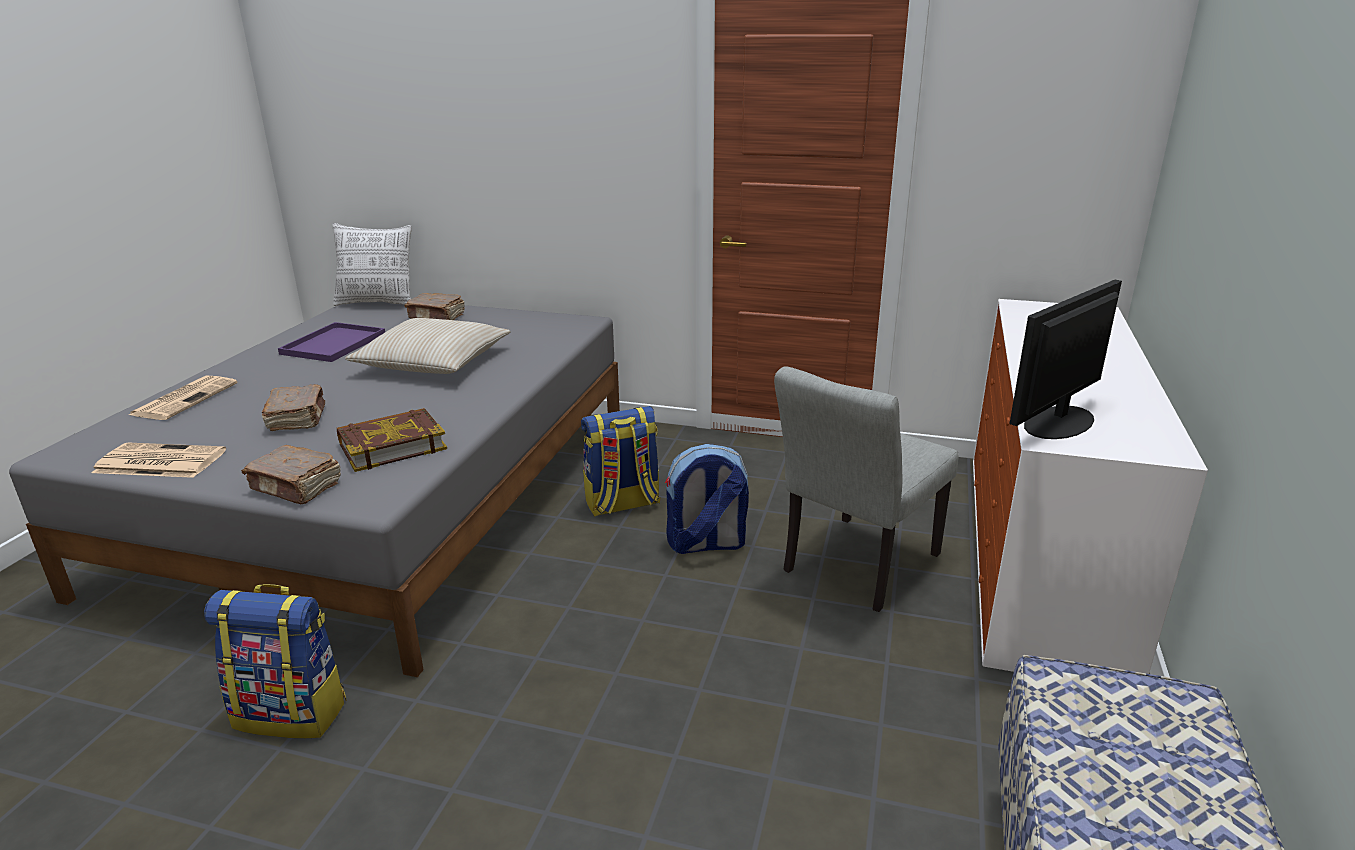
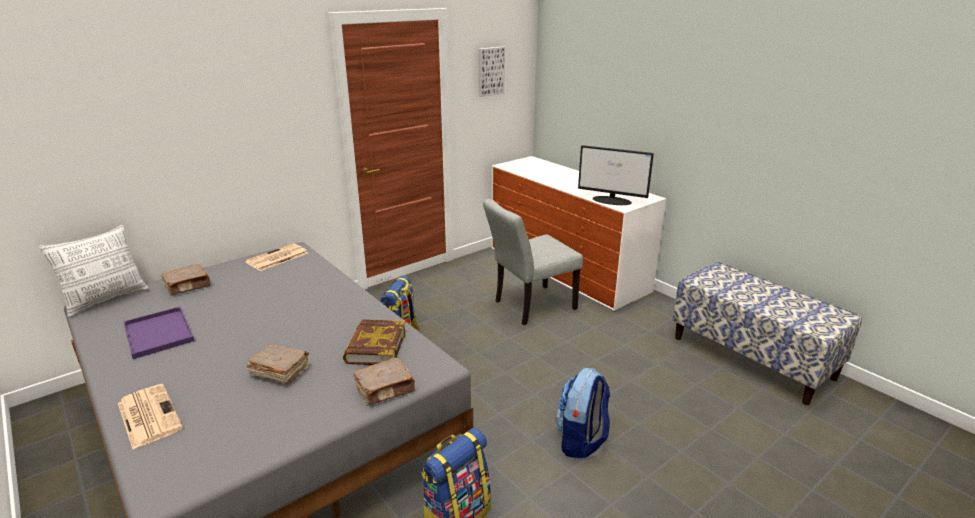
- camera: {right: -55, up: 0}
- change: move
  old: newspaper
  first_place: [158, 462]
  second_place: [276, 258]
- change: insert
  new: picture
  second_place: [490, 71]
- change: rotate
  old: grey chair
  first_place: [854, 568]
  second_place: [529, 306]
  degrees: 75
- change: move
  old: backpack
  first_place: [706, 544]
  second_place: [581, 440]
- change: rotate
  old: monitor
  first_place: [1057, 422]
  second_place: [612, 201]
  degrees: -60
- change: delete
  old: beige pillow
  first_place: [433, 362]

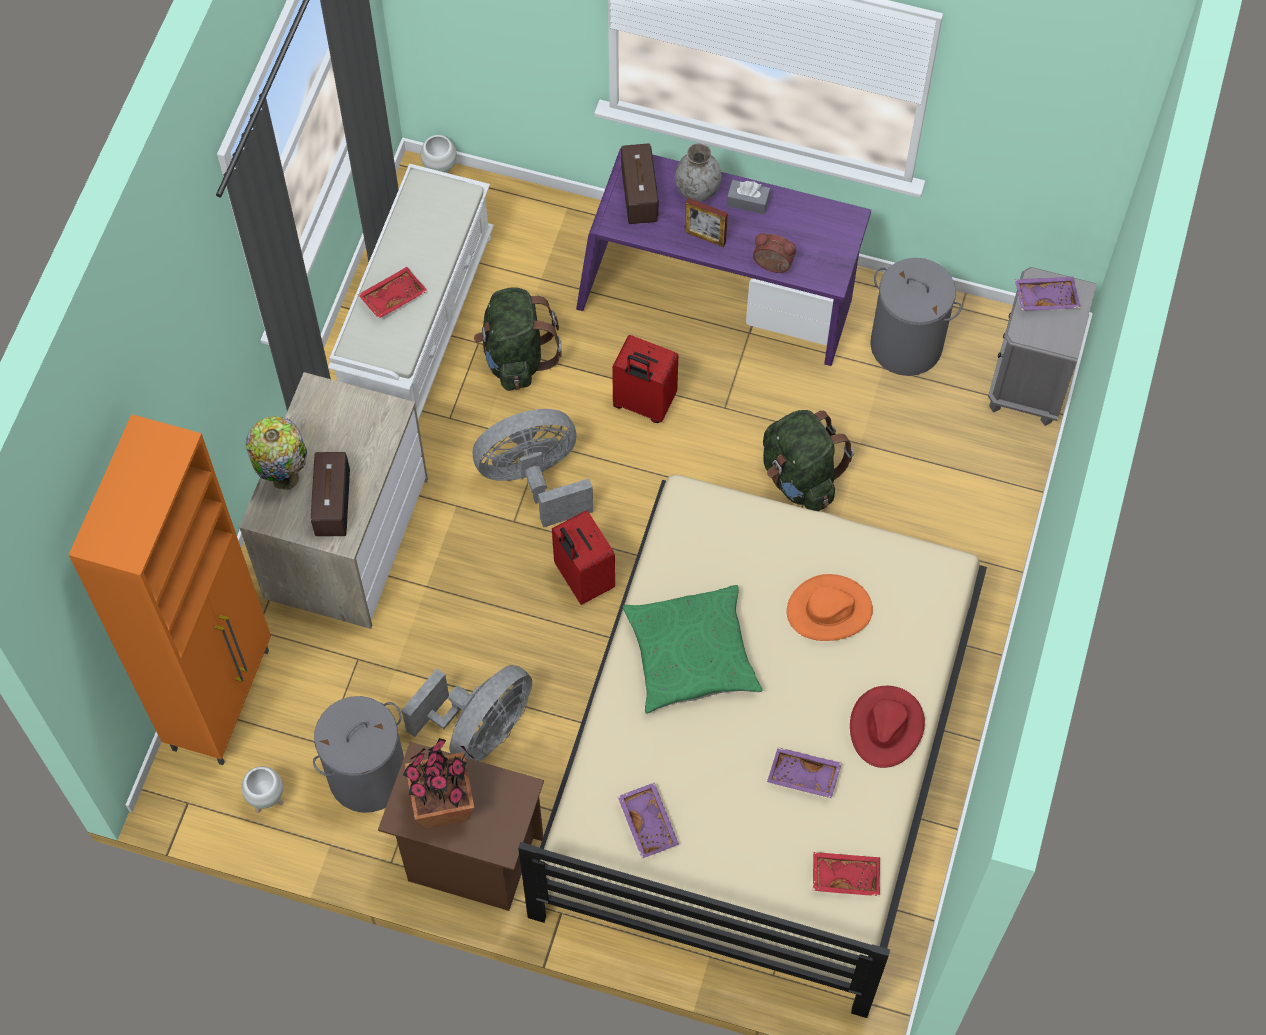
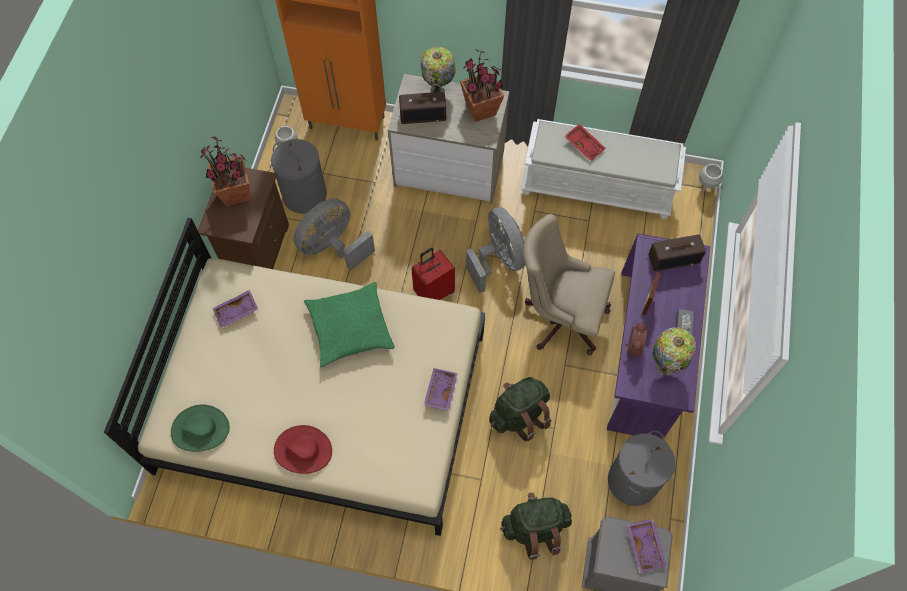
- camera: {right: 85, up: 0}
- change: replace
  old: red tray
  new: green hat
  first_place: [845, 875]
  second_place: [200, 429]
- change: rotate
  old: grey fan
  first_place: [479, 730]
  second_place: [333, 247]
  degrees: 105
- change: move
  old: purple tray
  first_place: [803, 777]
  second_place: [440, 391]
- change: insert
  new: potted plant
  second_place: [481, 110]
- change: move
  old: green backpack
  first_place: [516, 357]
  second_place: [535, 528]
- change: replace
  old: red suitcase
  new: beige office chair
  first_place: [643, 404]
  second_place: [560, 316]
- change: insert
  new: table lamp
  second_place: [666, 365]
- change: delete
  old: grey vase
  first_place: [697, 189]
- change: delete
  old: orange hat
  first_place: [829, 610]

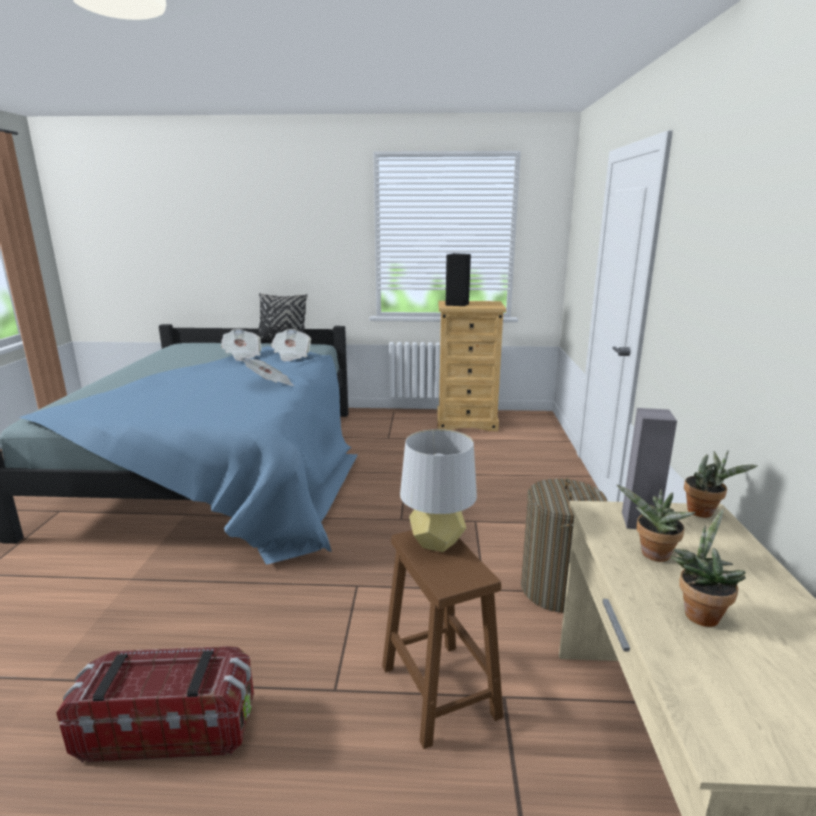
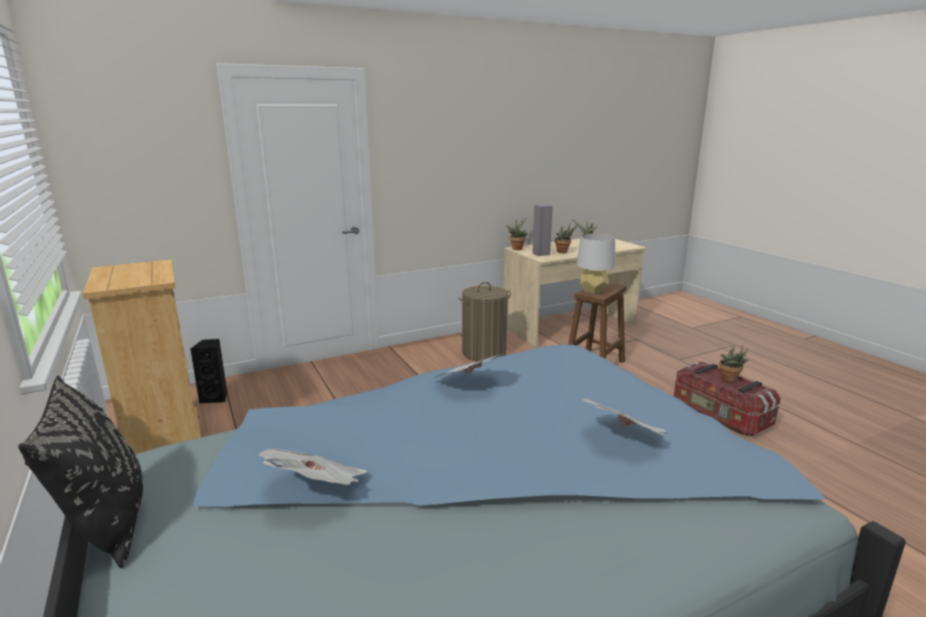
- camera: {right: -120, up: 0}
- change: move
  old: black speaker
  first_place: [457, 304]
  second_place: [215, 397]
- change: move
  old: newspaper
  first_place: [291, 356]
  second_place: [626, 438]
- change: insert
  new: potted plant
  second_place: [730, 380]

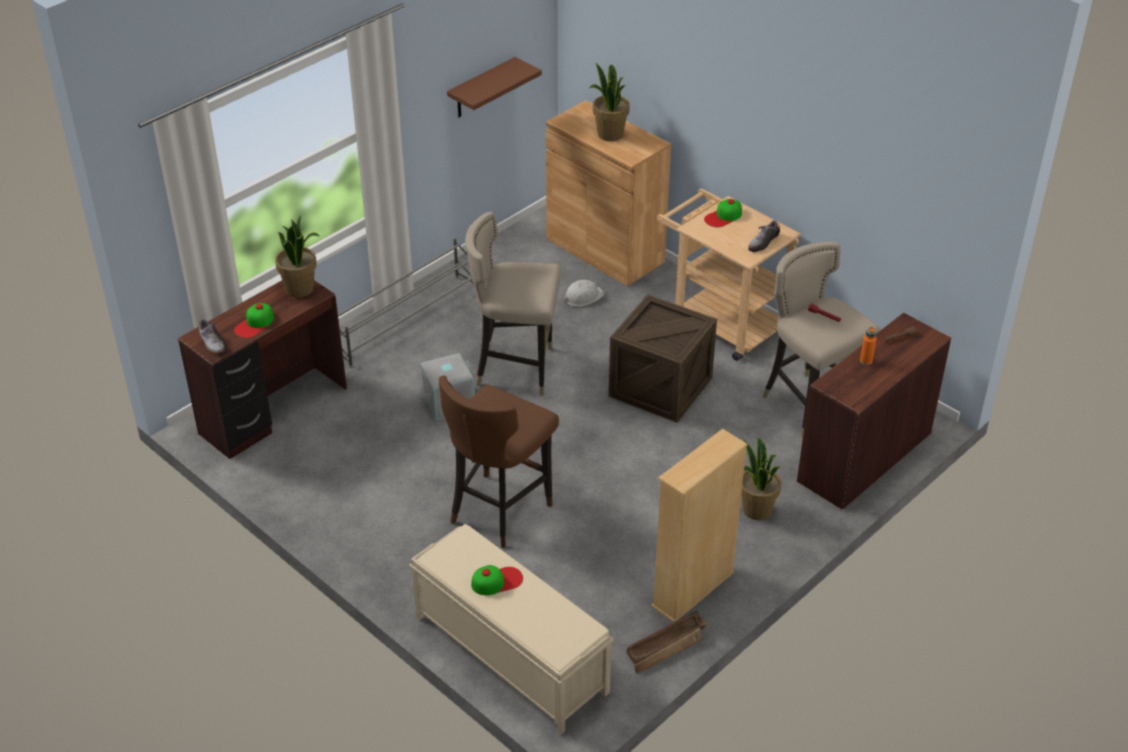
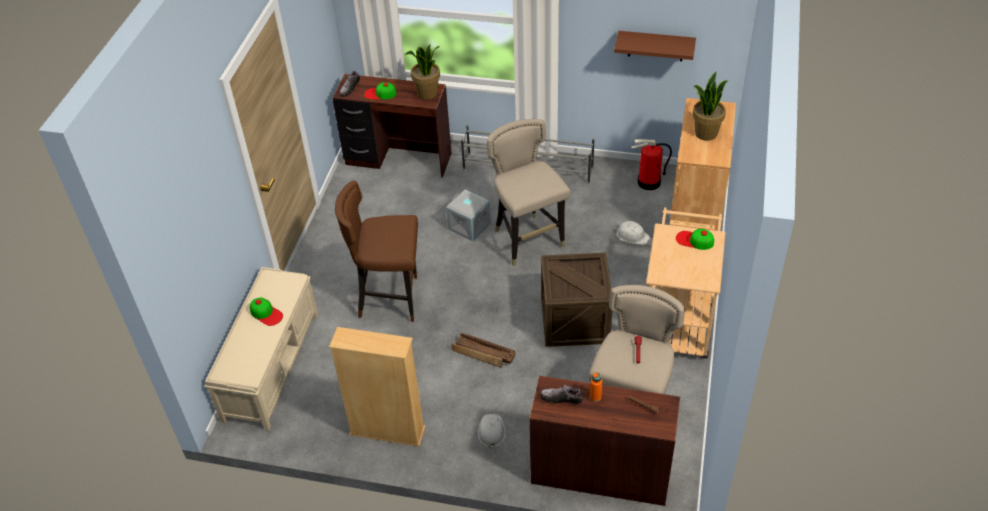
- camera: {right: 60, up: 5}
- change: move
  old: crate
  first_place: [667, 646]
  second_place: [484, 354]
- change: replace
  old: potted plant
  new: white hard hat
  first_place: [756, 509]
  second_place: [491, 431]
- change: move
  old: shoe
  first_place: [763, 242]
  second_place: [561, 398]
- change: insert
  new: fire extinguisher
  second_place: [648, 182]

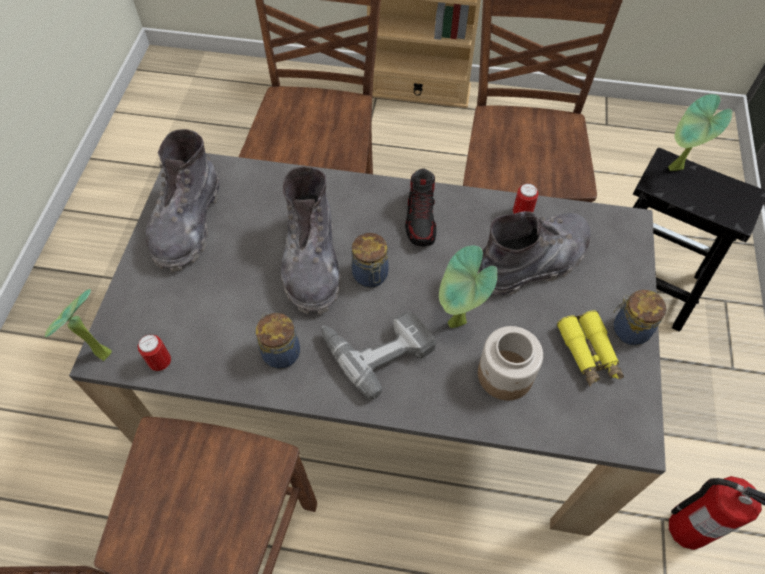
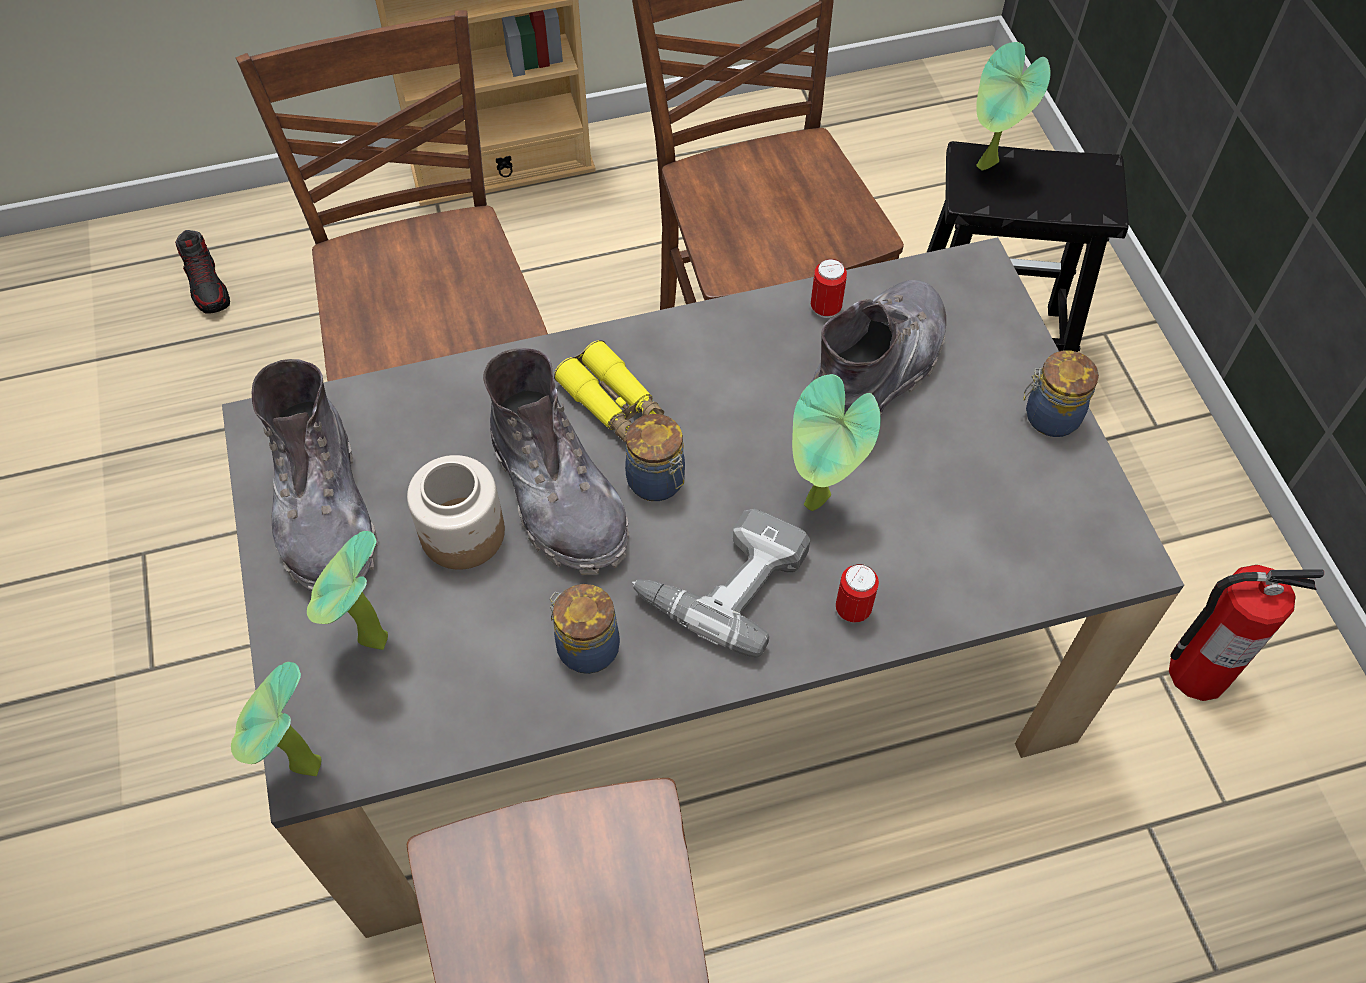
- camera: {right: -25, up: 0}
- change: move
  old: shoe
  first_place: [421, 219]
  second_place: [208, 286]
- change: insert
  new: potted plant
  second_place: [368, 645]
- change: move
  old: jar
  first_place: [505, 375]
  second_place: [462, 534]
- change: move
  old: yellow binoculars
  first_place: [588, 353]
  second_place: [611, 401]
- change: move
  old: can
  first_place: [160, 362]
  second_place: [853, 609]

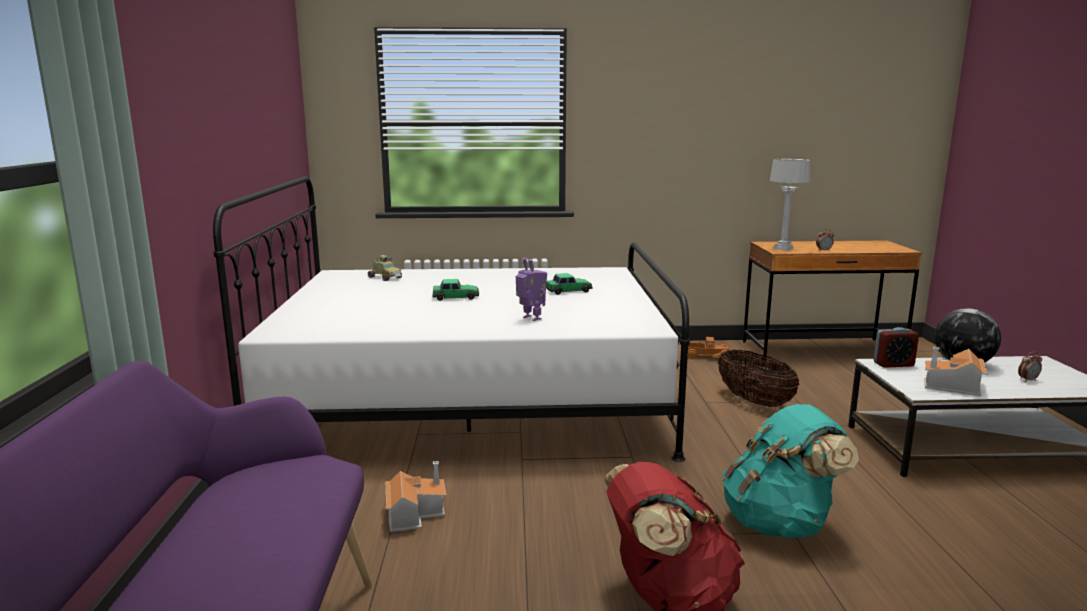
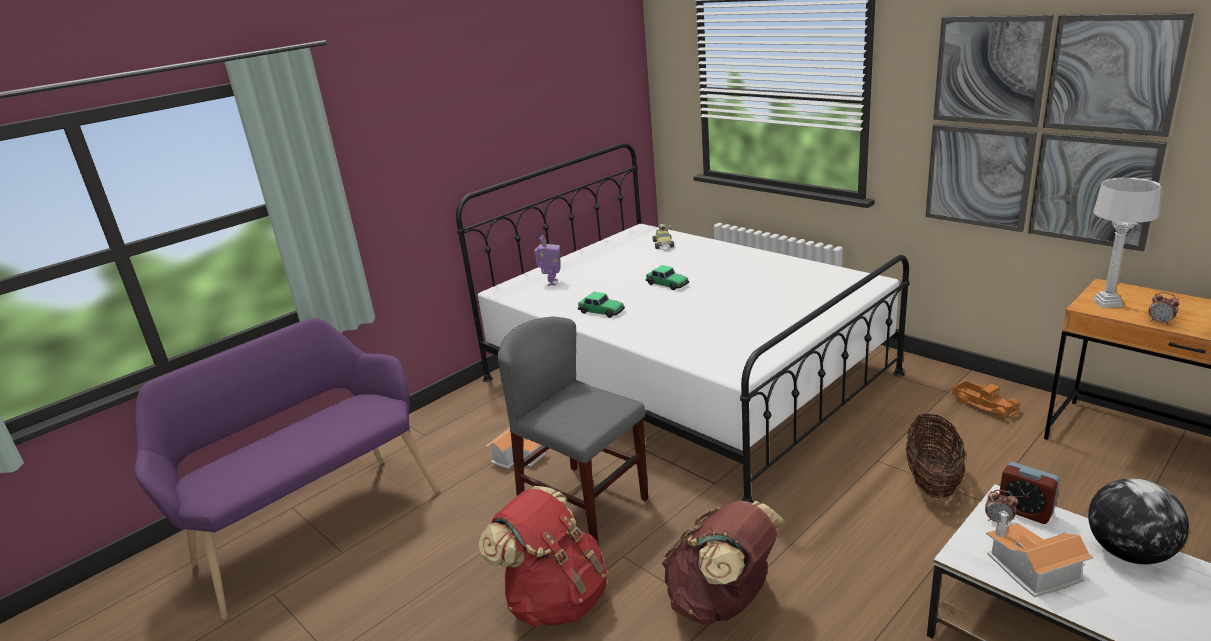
- camera: {right: 50, up: 10}
- change: insert
  new: grey chair
  second_place: [583, 504]
- change: move
  old: toy robot
  first_place: [531, 318]
  second_place: [551, 282]
- change: move
  old: toy car
  first_place: [569, 291]
  second_place: [601, 311]
- change: recolor
  old: turquoise backpack
  new: brown backpack
  first_place: [780, 523]
  second_place: [722, 602]
- change: insert
  new: picture
  second_place: [1041, 129]
- change: move
  old: alarm clock
  first_place: [1027, 380]
  second_place: [998, 521]

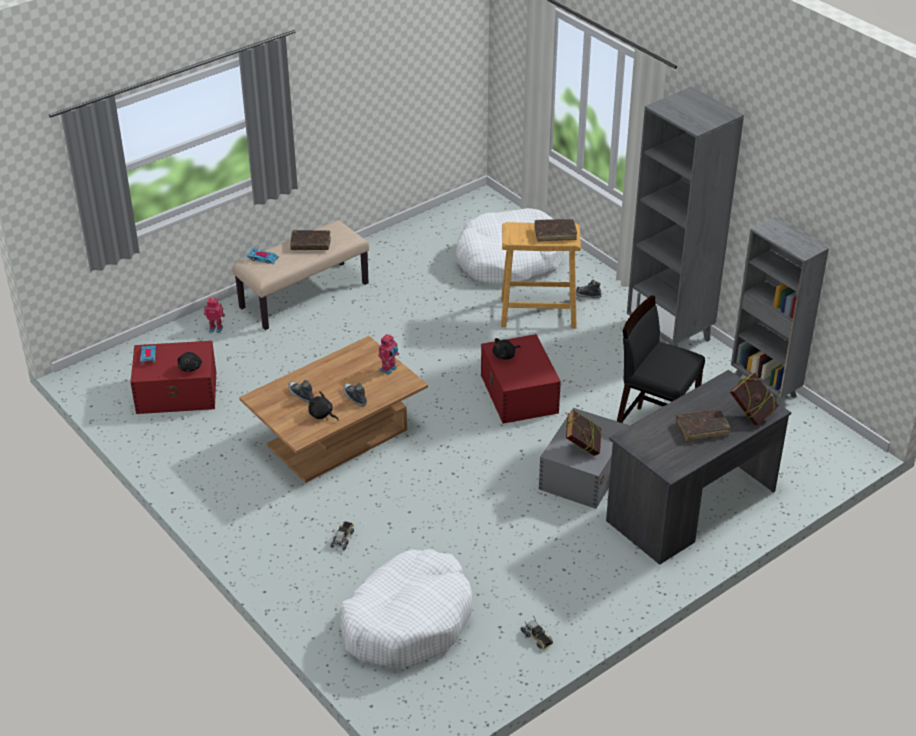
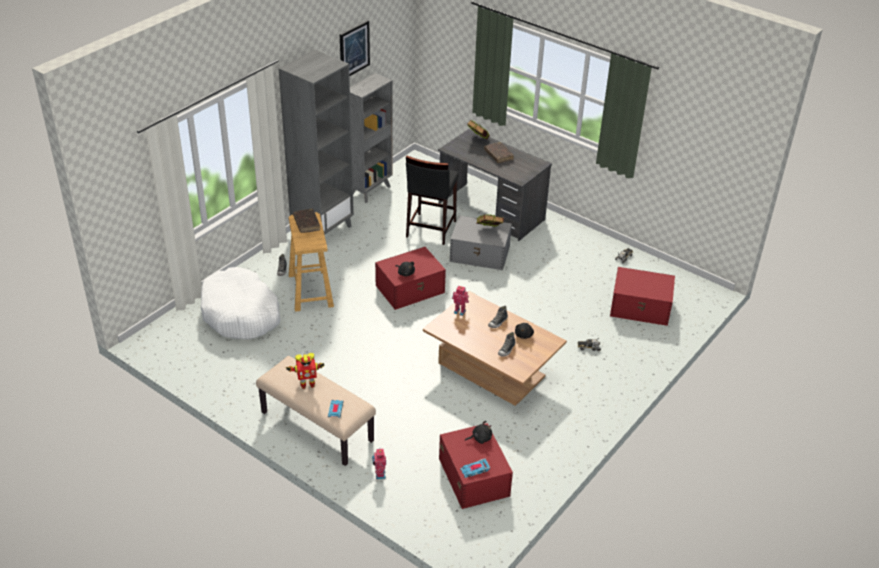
- camera: {right: -105, up: 0}
- change: replace
  old: brown book
  new: toy robot
  first_place: [310, 244]
  second_place: [307, 384]
- change: insert
  new: picture
  second_place: [354, 49]
- change: replace
  old: white dog bed
  new: red storage box
  first_place: [407, 621]
  second_place: [641, 307]

